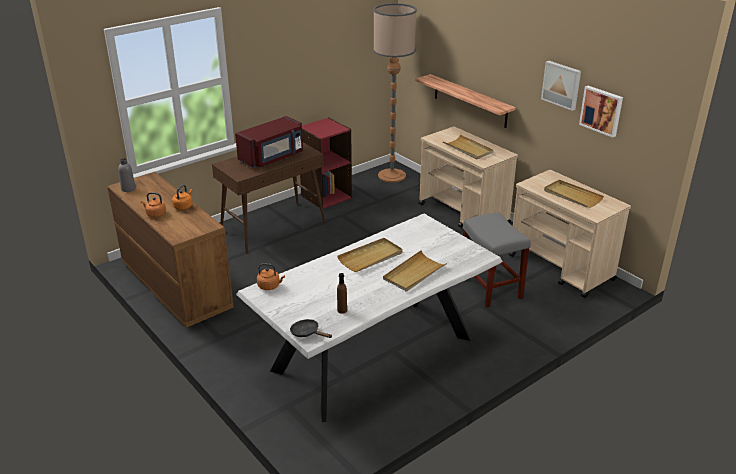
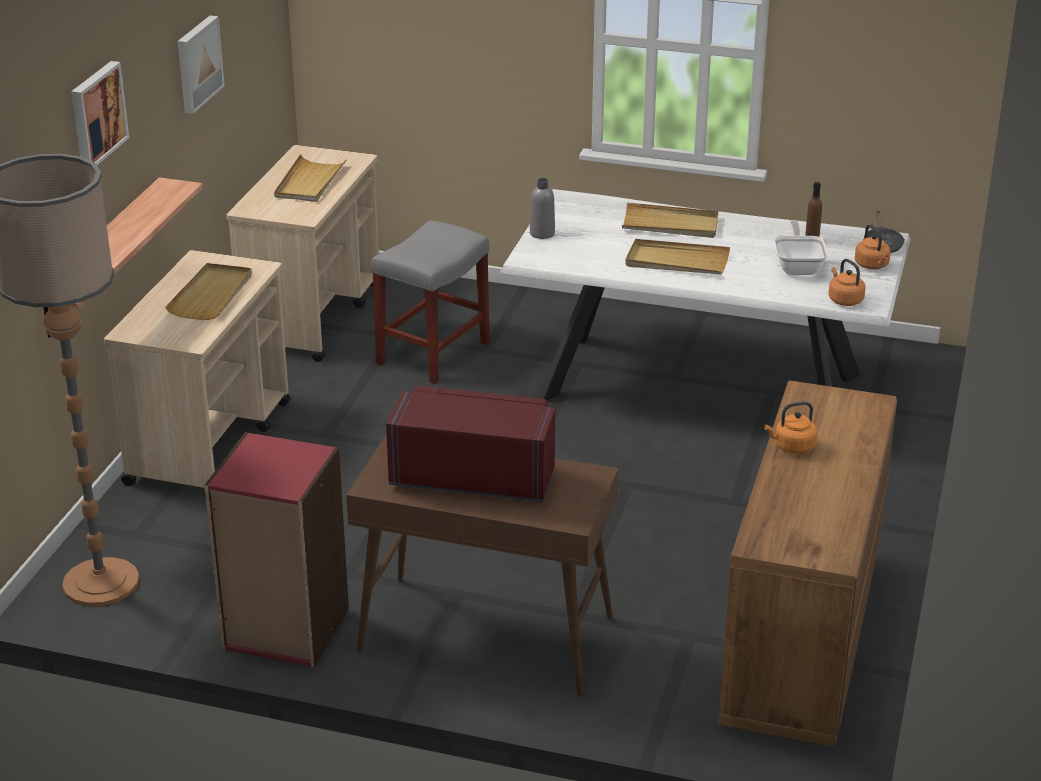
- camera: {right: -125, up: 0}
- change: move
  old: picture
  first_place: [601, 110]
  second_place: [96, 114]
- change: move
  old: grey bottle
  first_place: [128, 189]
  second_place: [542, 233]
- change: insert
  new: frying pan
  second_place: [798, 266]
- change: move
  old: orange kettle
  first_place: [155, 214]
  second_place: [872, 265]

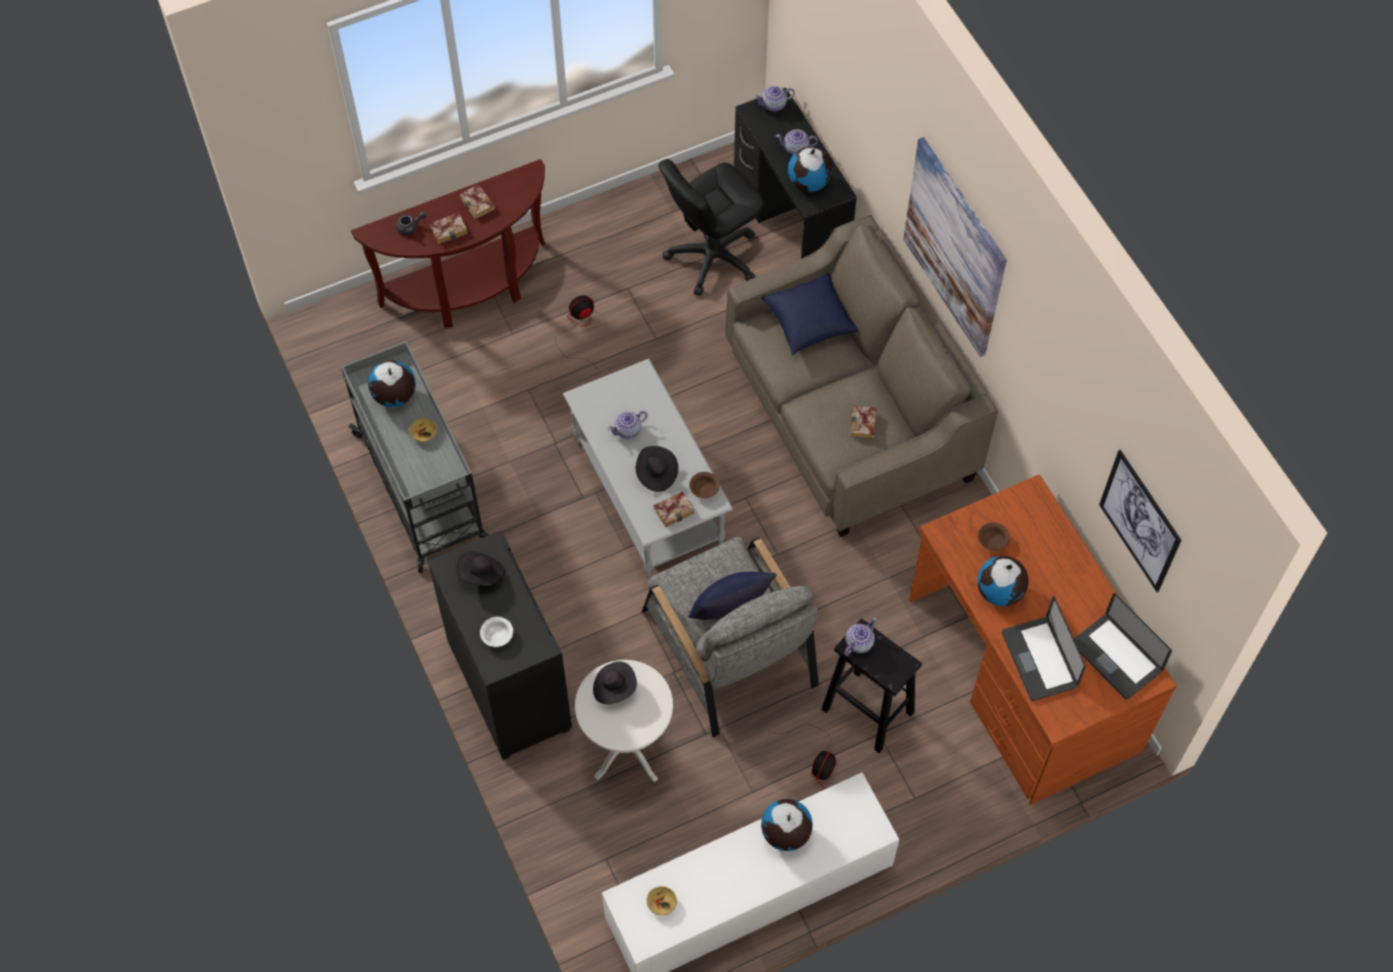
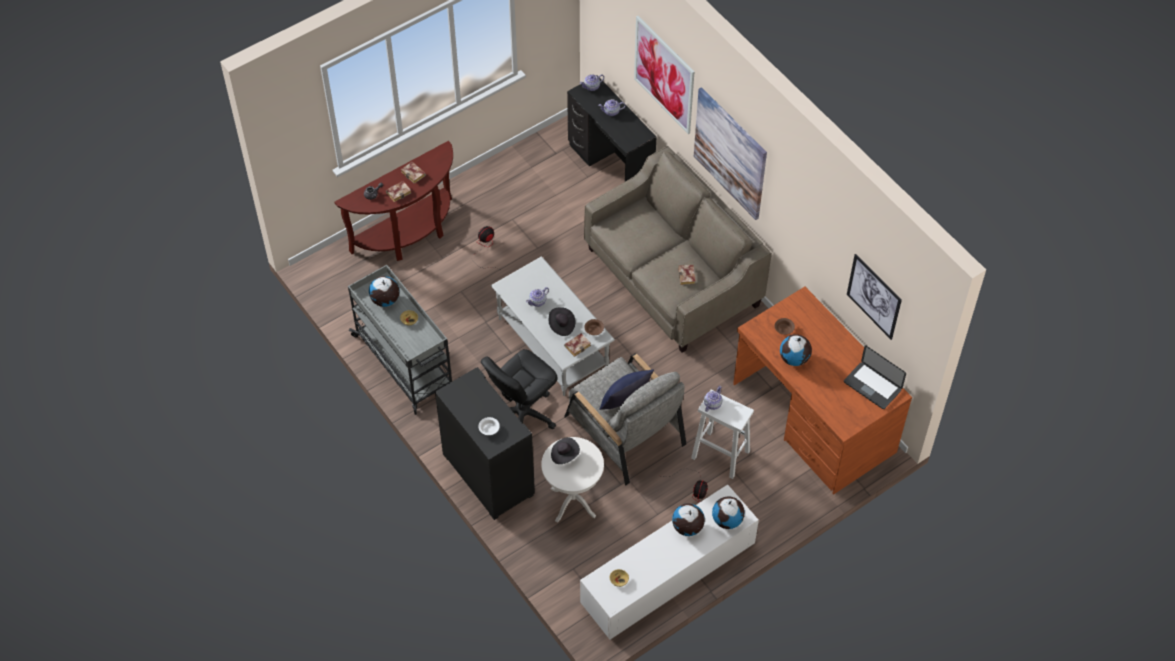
- camera: {right: -10, up: -5}
- change: move
  old: black office chair
  first_place: [712, 257]
  second_place: [522, 414]
- change: insert
  new: picture
  second_place: [664, 74]
- change: recolor
  old: black stool
  new: white stool
  first_place: [866, 710]
  second_place: [719, 454]
- change: move
  old: globe
  first_place: [809, 182]
  second_place: [727, 520]
- change: delete
  old: black hat
  first_place: [481, 575]
- change: delete
  old: blue pillow
  first_place: [809, 322]
- change: delete
  old: laptop
  first_place: [1039, 659]

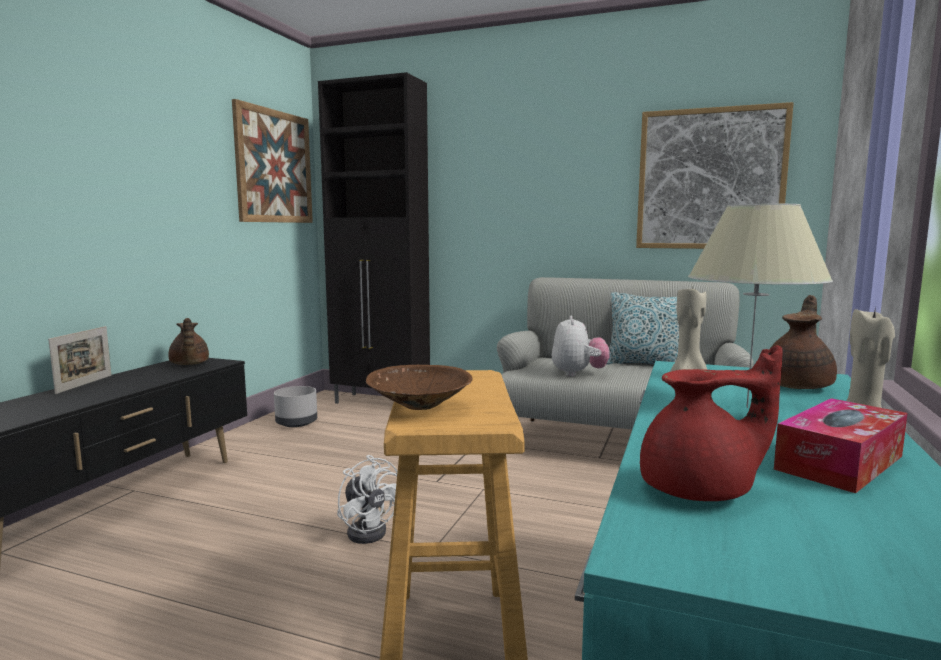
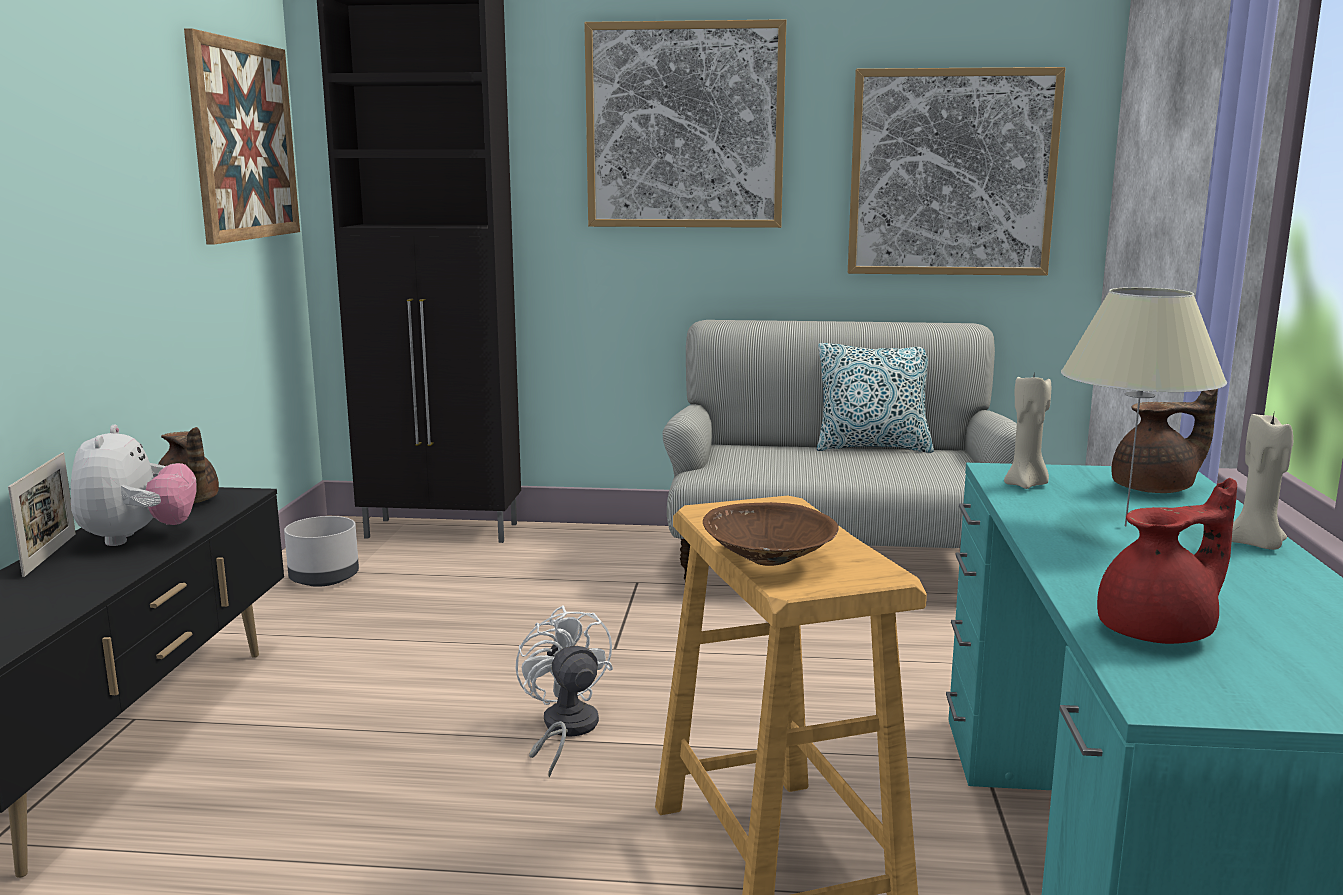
- camera: {right: -15, up: 5}
- change: move
  old: plush toy
  first_place: [578, 374]
  second_place: [137, 538]
- change: rotate
  old: white fan
  first_place: [369, 530]
  second_place: [564, 730]
  degrees: -150
- change: insert
  new: picture
  second_place: [685, 126]
- change: rotate
  old: brown teapot
  first_place: [799, 385]
  second_place: [1156, 489]
  degrees: 60
- change: delete
  old: tissue box
  first_place: [839, 462]

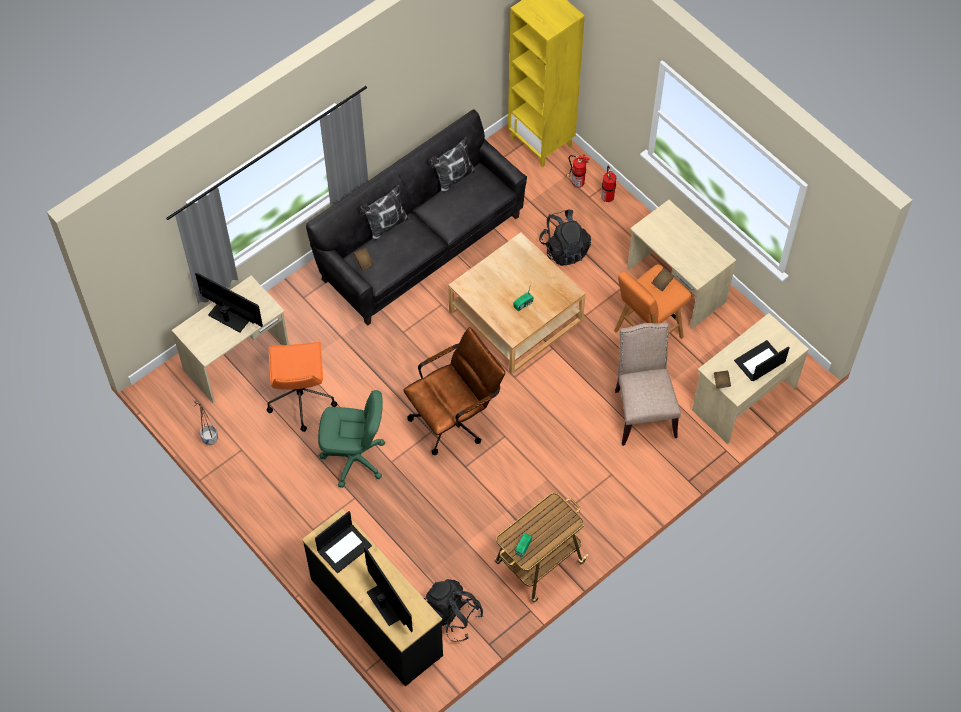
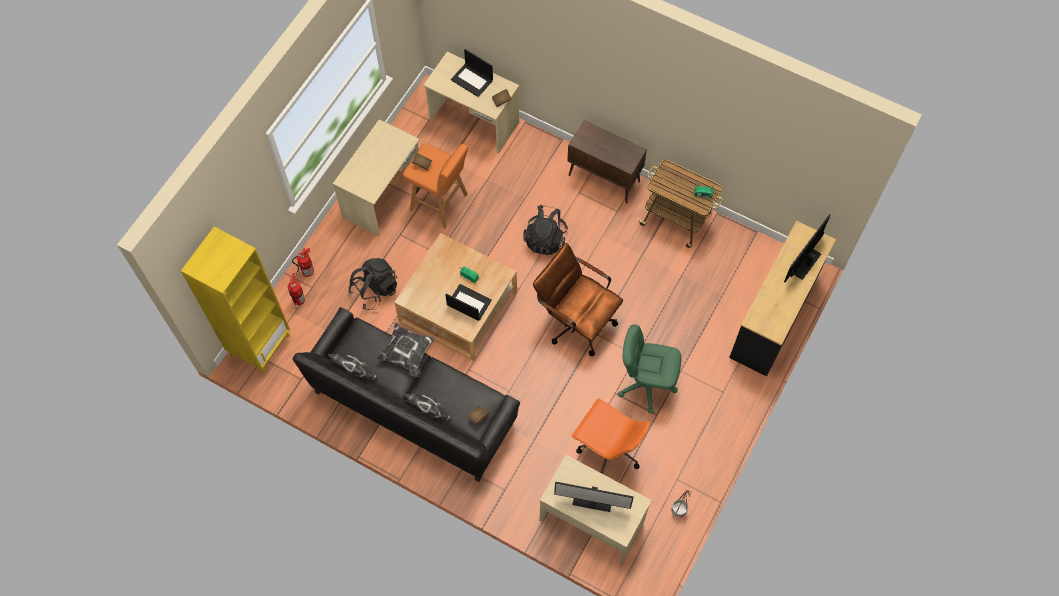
- camera: {right: -110, up: 5}
- change: insert
  new: pillow
  second_place: [407, 354]
- change: move
  old: laptop
  first_place: [344, 547]
  second_place: [468, 303]
- change: move
  old: black backpack
  first_place: [452, 616]
  second_place: [545, 239]
- change: rotate
  old: monitor
  first_place: [229, 317]
  second_place: [592, 500]
  degrees: -90
- change: insert
  new: brown cabinet
  second_place: [604, 179]
- change: rotate
  old: orange office chair
  first_place: [301, 399]
  second_place: [608, 450]
  degrees: 60
- change: rotate
  old: green office chair
  first_place: [354, 459]
  second_place: [646, 384]
  degrees: -60
- change: delete
  old: beige chair
  first_place: [642, 411]

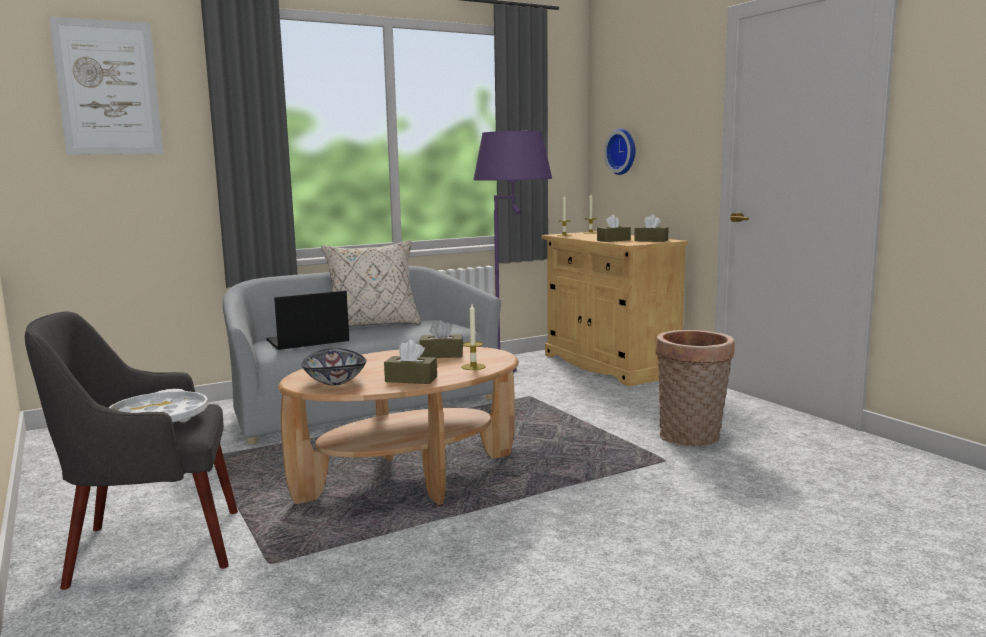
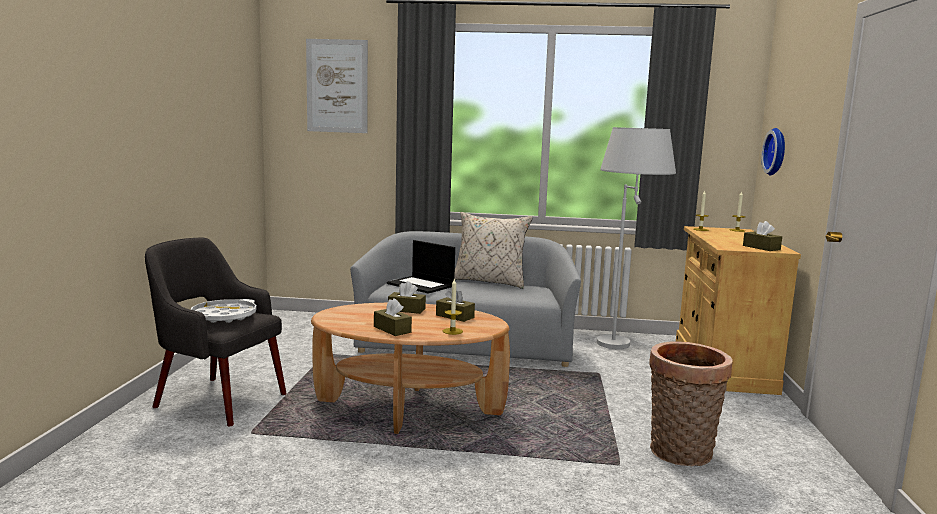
- camera: {right: 35, up: 0}
- change: rotate
  old: laptop
  first_place: [307, 341]
  second_place: [421, 285]
  degrees: -150
- change: move
  old: brown tissue box
  first_place: [613, 240]
  second_place: [406, 309]
- change: recolor
  old: purple floor lamp
  new: white floor lamp
  first_place: [515, 372]
  second_place: [623, 349]
- change: delete
  old: bowl
  first_place: [334, 381]

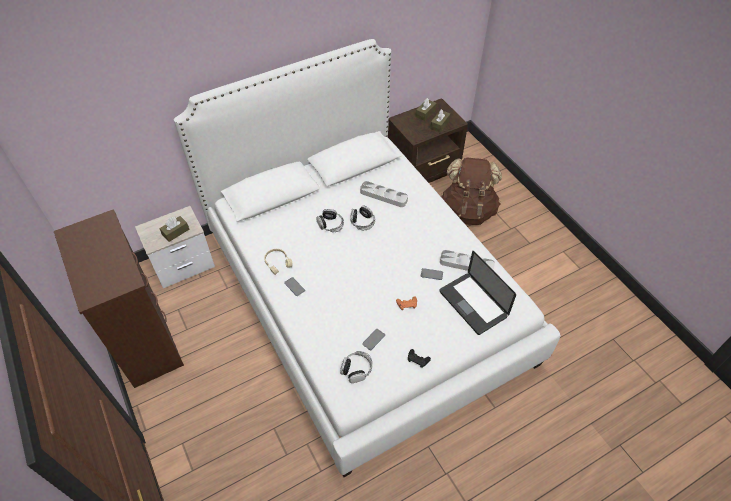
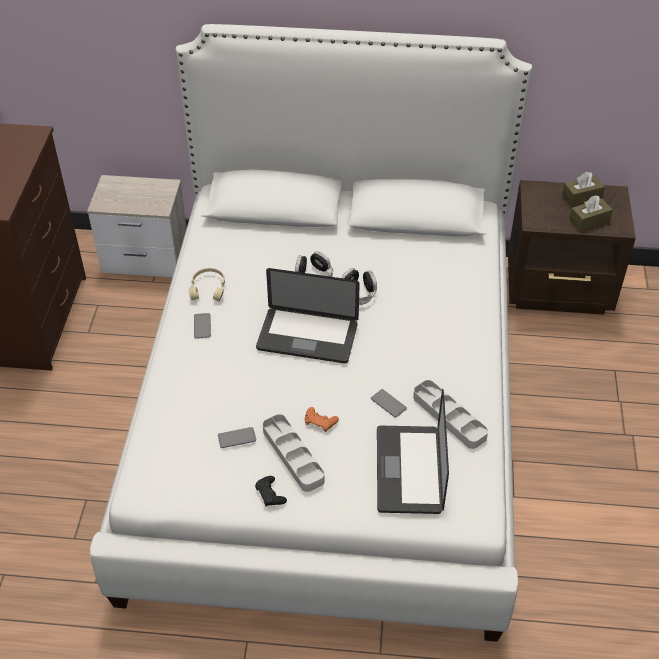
- camera: {right: 35, up: -5}
- change: insert
  new: laptop
  second_place: [307, 336]
- change: move
  old: grey tray
  first_place: [383, 196]
  second_place: [293, 455]
- change: delete
  old: brown tissue box
  first_place: [175, 232]
- change: delete
  old: headphones
  first_place: [356, 369]
- change: delete
  old: brown backpack
  first_place: [468, 211]

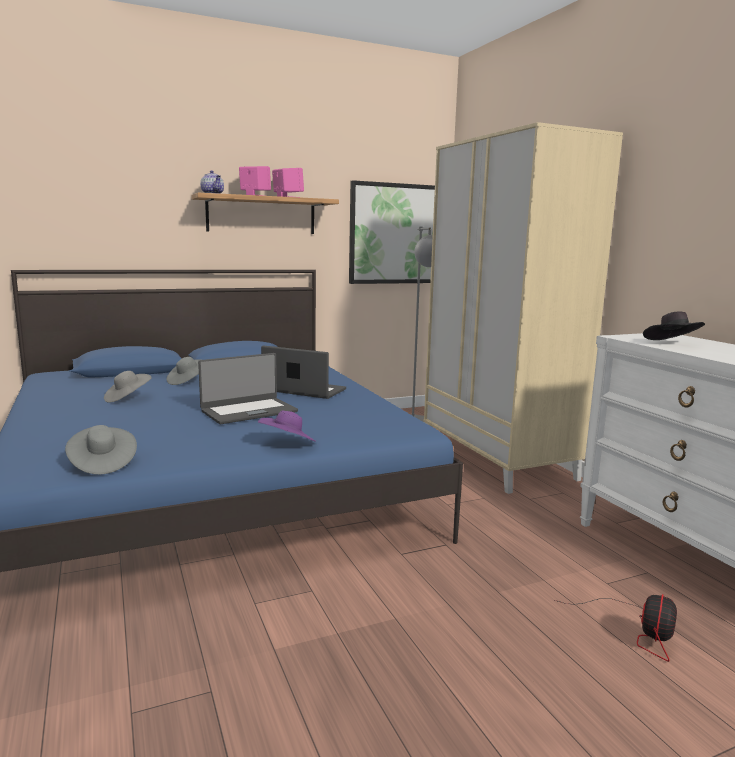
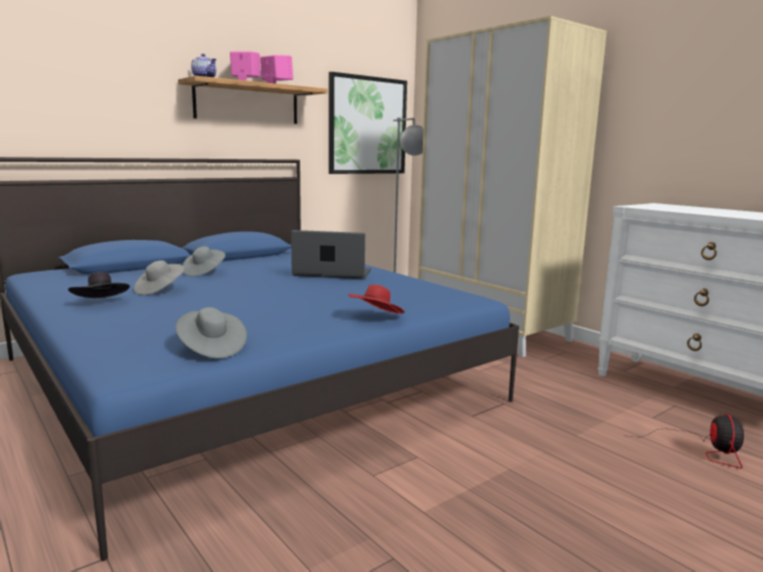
- camera: {right: -15, up: 0}
- change: move
  old: black hat
  first_place: [672, 344]
  second_place: [101, 303]
- change: recolor
  old: purple hat
  new: red hat
  first_place: [288, 444]
  second_place: [376, 317]
- change: delete
  old: laptop
  first_place: [248, 411]

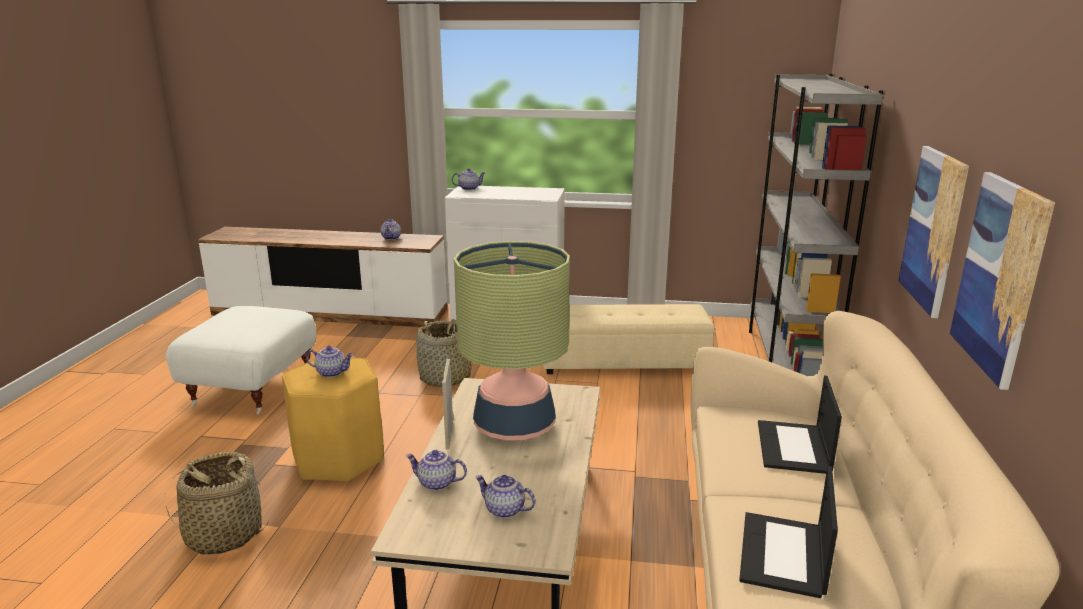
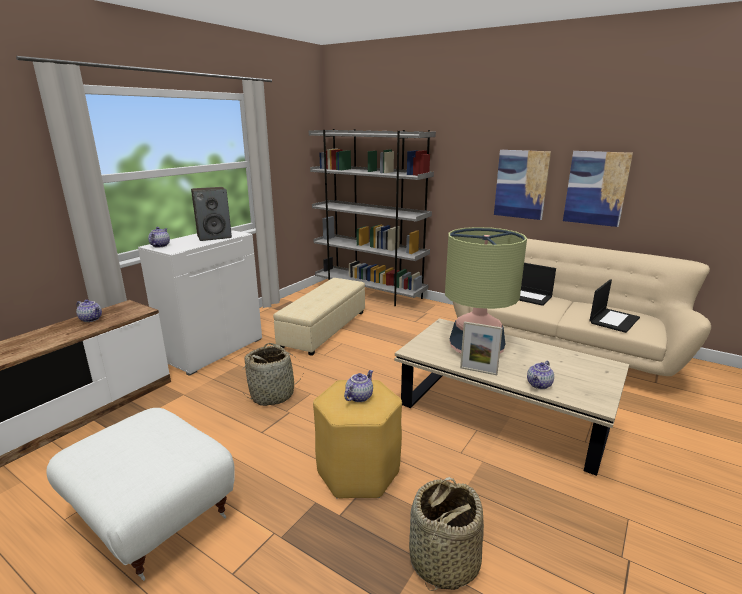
- camera: {right: -65, up: 0}
- change: insert
  new: speaker
  second_place: [214, 237]
- change: rotate
  old: laptop
  first_place: [784, 555]
  second_place: [614, 320]
  degrees: -90
- change: delete
  old: teapot
  first_place: [504, 510]

